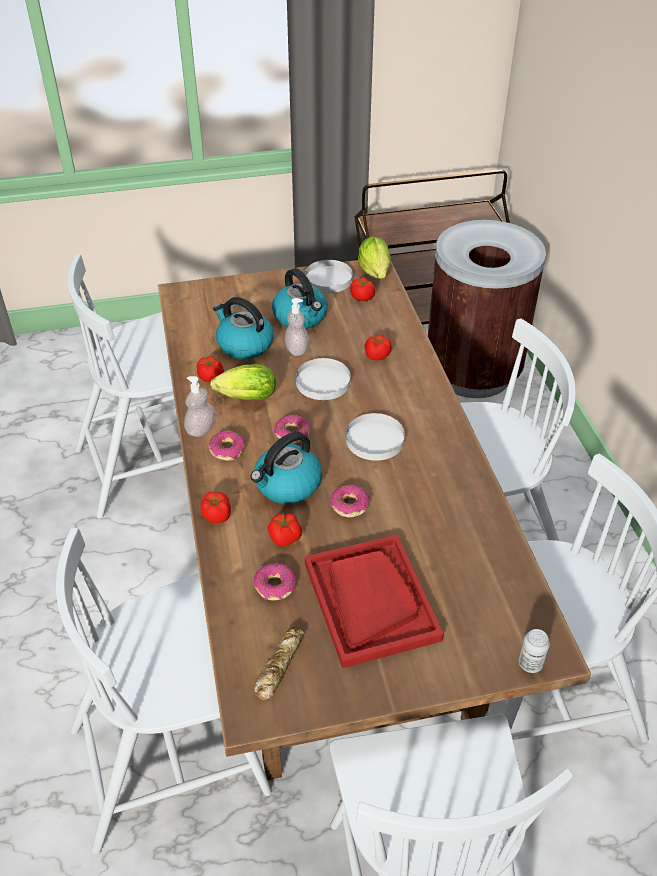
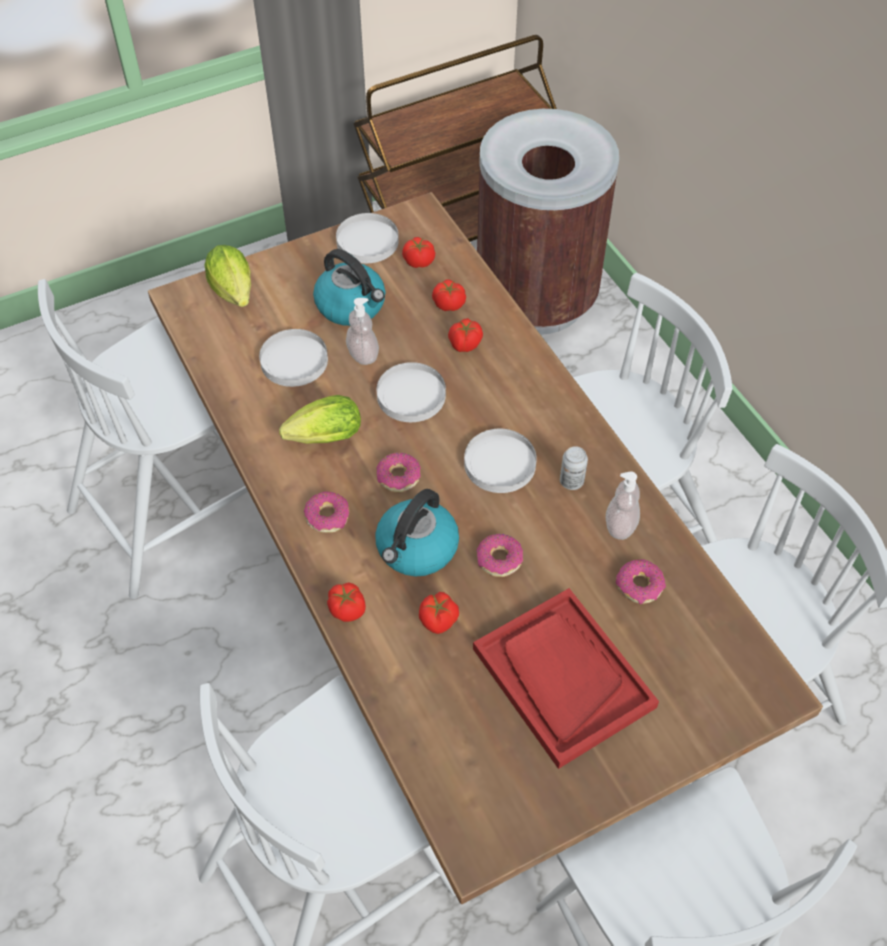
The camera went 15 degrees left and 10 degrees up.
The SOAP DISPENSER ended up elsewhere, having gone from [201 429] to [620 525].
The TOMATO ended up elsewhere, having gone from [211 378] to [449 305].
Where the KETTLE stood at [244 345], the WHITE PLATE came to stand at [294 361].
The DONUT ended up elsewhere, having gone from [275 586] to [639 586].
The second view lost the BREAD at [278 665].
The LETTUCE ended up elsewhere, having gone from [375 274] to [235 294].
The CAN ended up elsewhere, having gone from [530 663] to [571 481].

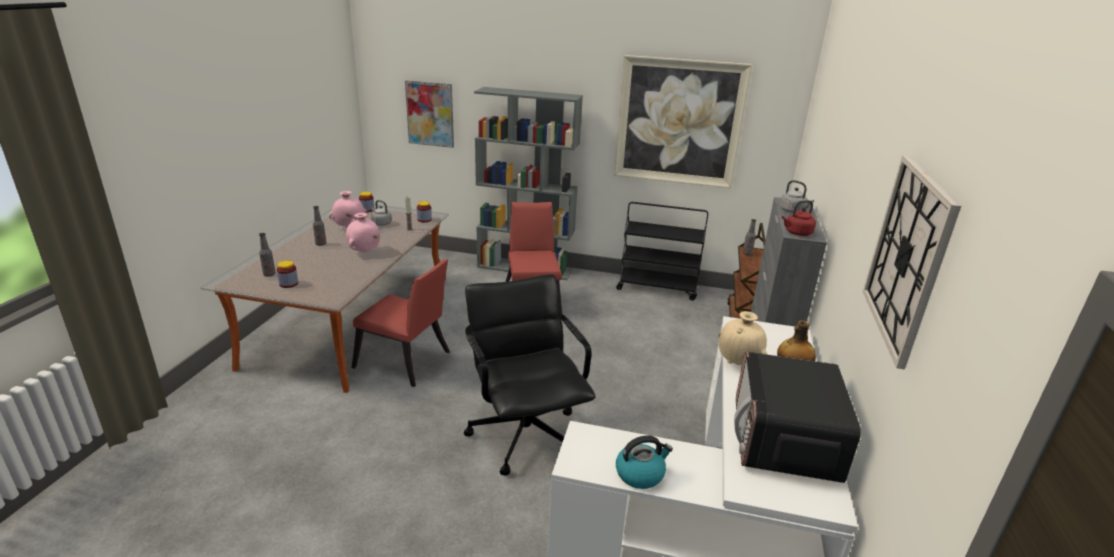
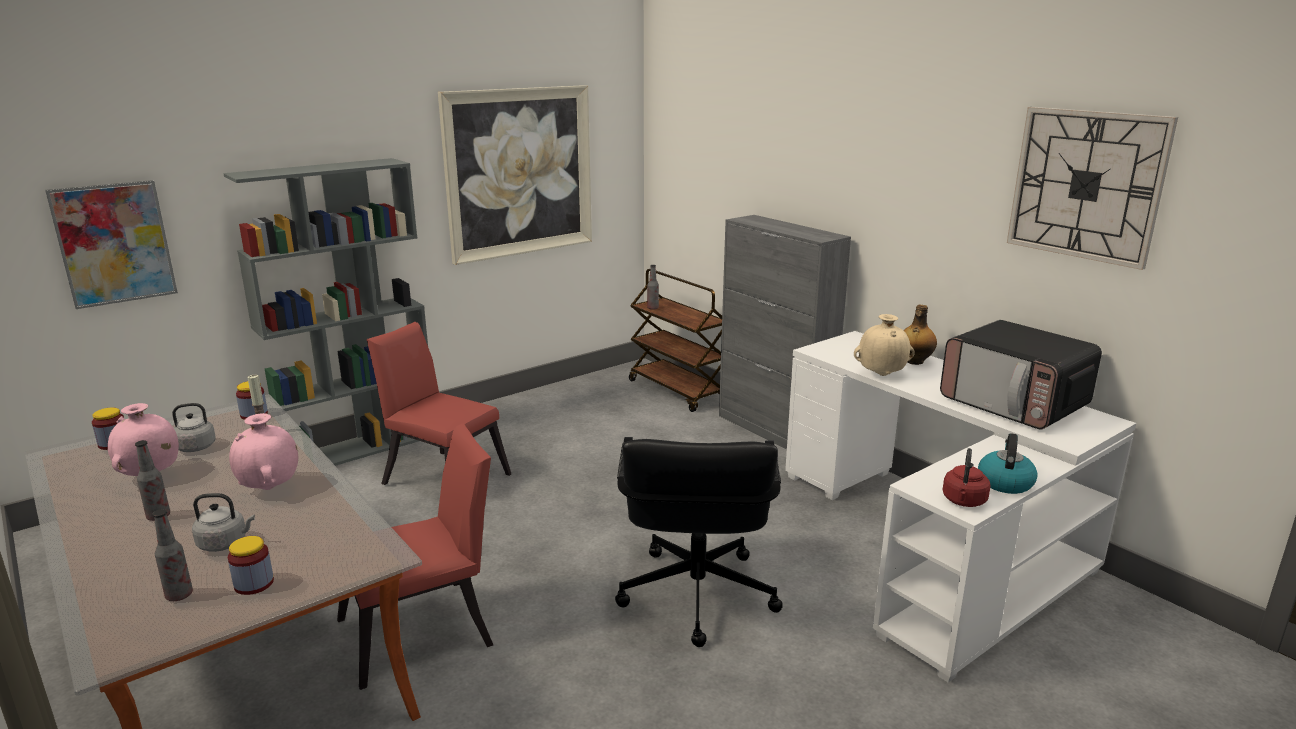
The camera went 50 degrees left and 5 degrees down.
The BLACK OFFICE CHAIR at [525 434] ended up facing another way, 105 degrees counterclockwise from before.
The second view lost the BLACK CART at [657 288].
The GREY KETTLE ended up elsewhere, having gone from [793 211] to [225 543].
The RED KETTLE ended up elsewhere, having gone from [796 233] to [964 501].

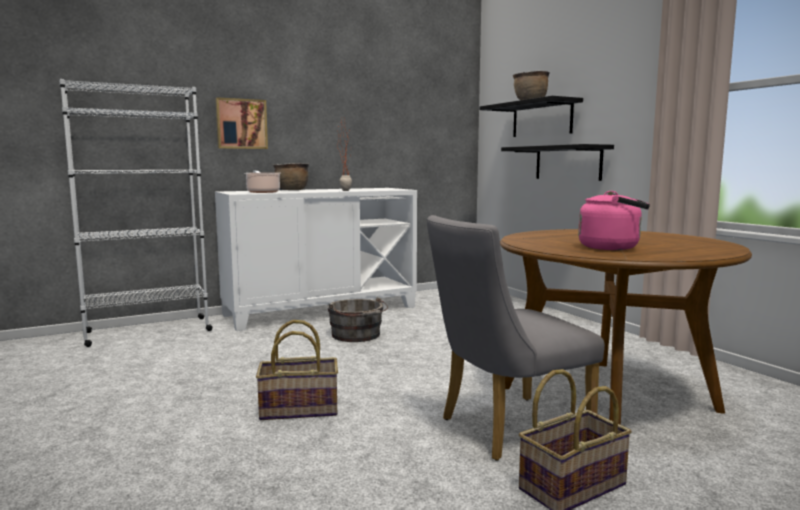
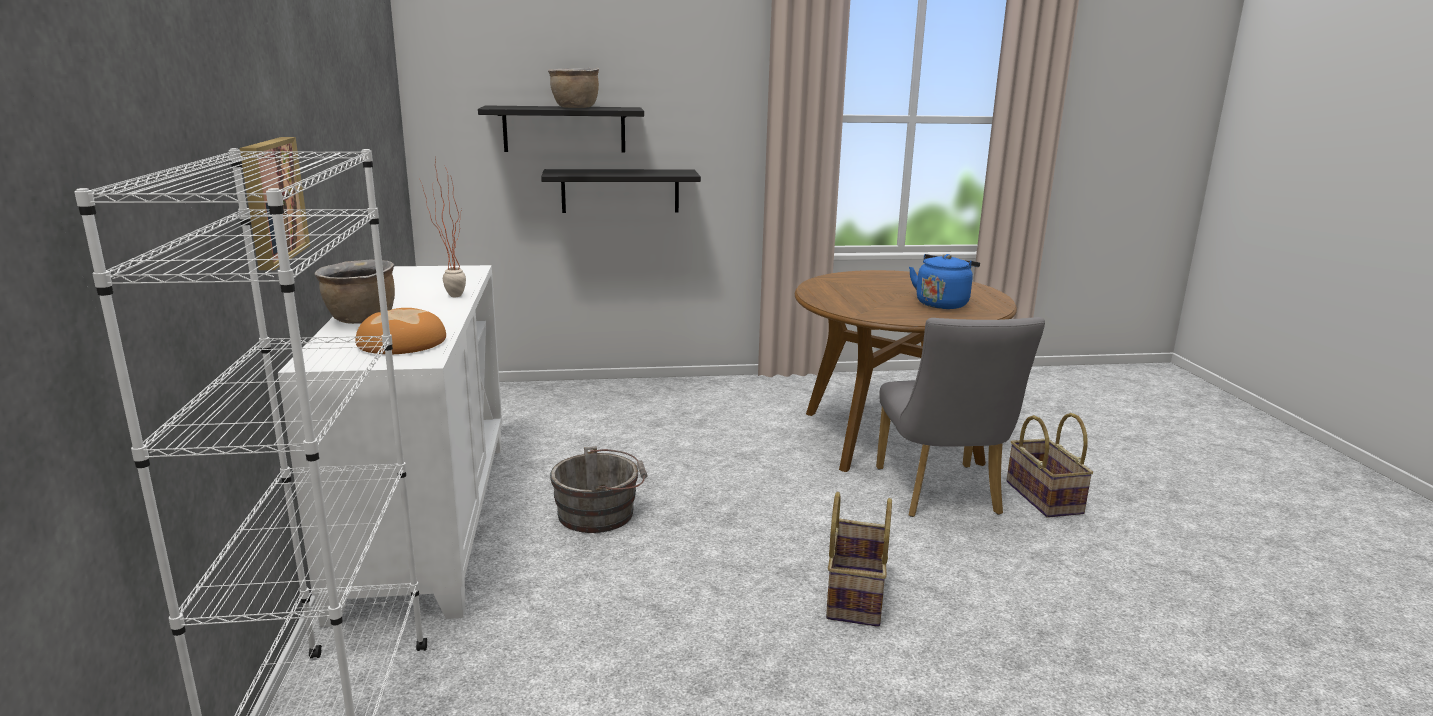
The camera went 70 degrees left and 10 degrees up.
Where the COOKING POT stood at [263 192], the BREAD came to stand at [401 342].
What was the PINK KETTLE at [612 247] turned into the BLUE KETTLE at [942 303].

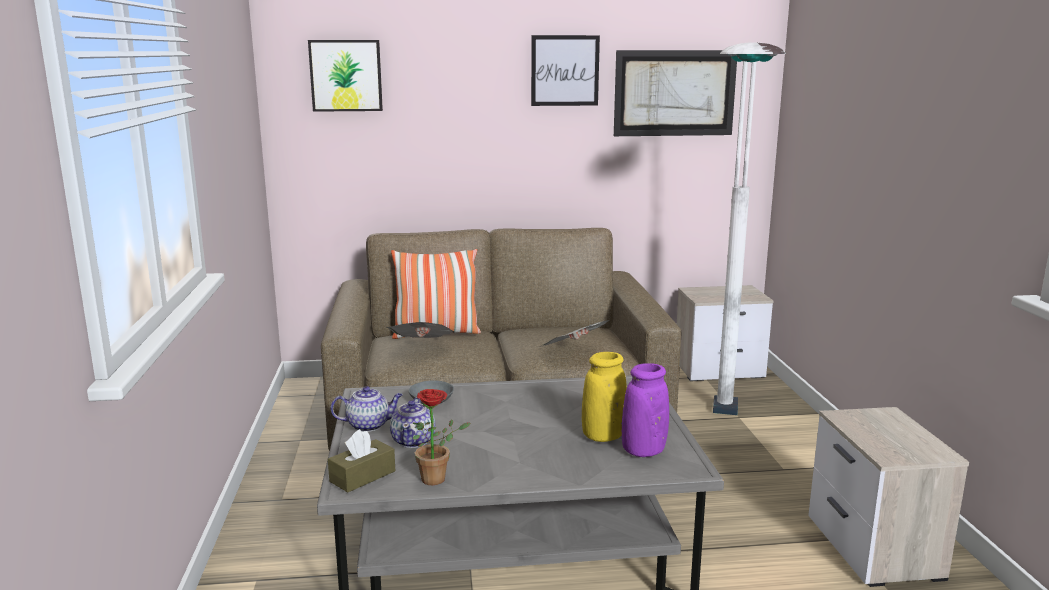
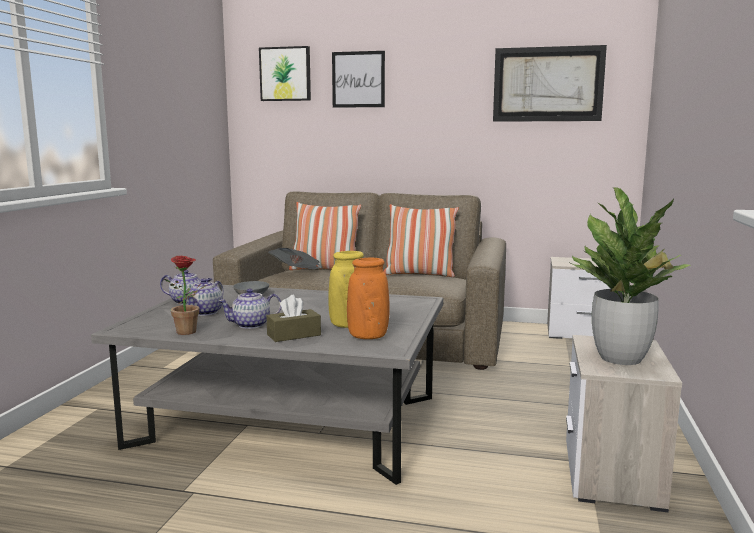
The camera went 20 degrees right and 5 degrees down.
The BROWN TISSUE BOX ended up elsewhere, having gone from [362 476] to [294 335].
The PICTURE ended up elsewhere, having gone from [565 70] to [358 79].
The second view lost the NEWSPAPER at [573 351].
What was the PURPLE VASE at [643 451] turned into the ORANGE VASE at [368 336].
The second view lost the WHITE FLOOR LAMP at [723 431].
The second view gained the TEAPOT at [251 325].
The second view gained the PILLOW at [419 274].
The second view gained the POTTED PLANT at [621 358].

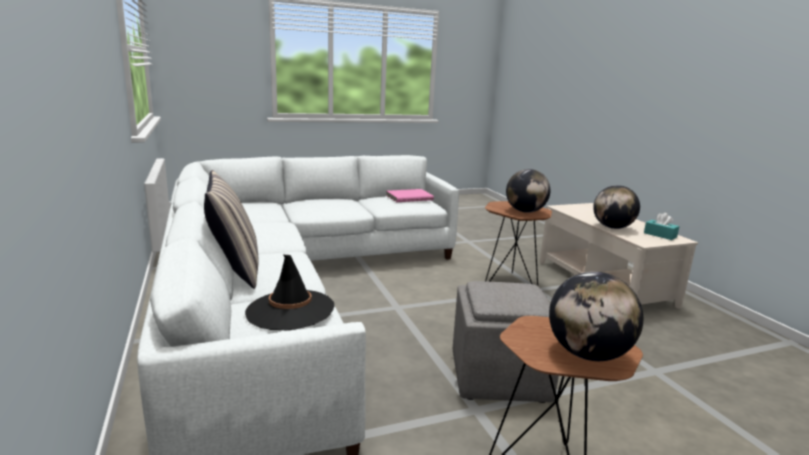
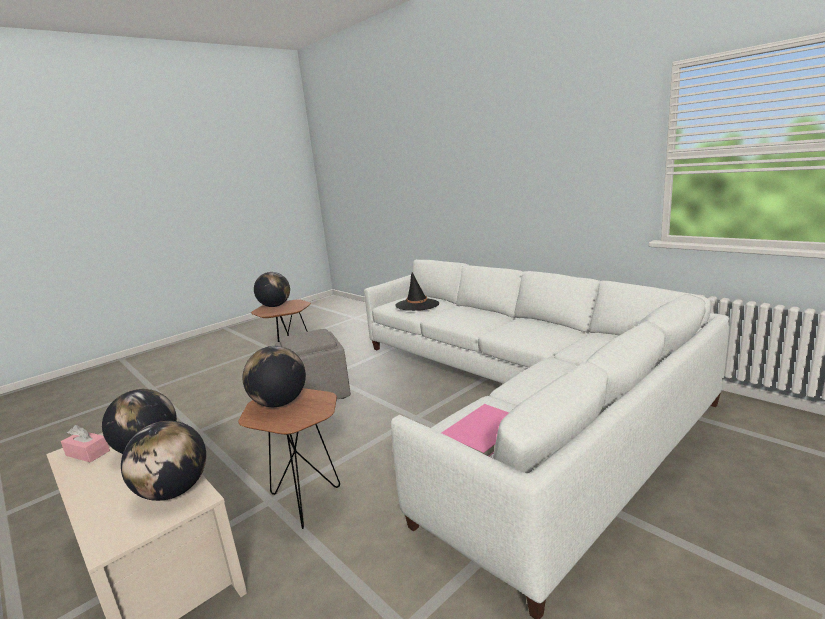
The camera went 160 degrees right and 0 degrees up.
The second view lost the PILLOW at [235 270].
What was the TURQUOISE TISSUE BOX at [660 235] turned into the PINK TISSUE BOX at [88 453].
The second view gained the GLOBE at [174 491].

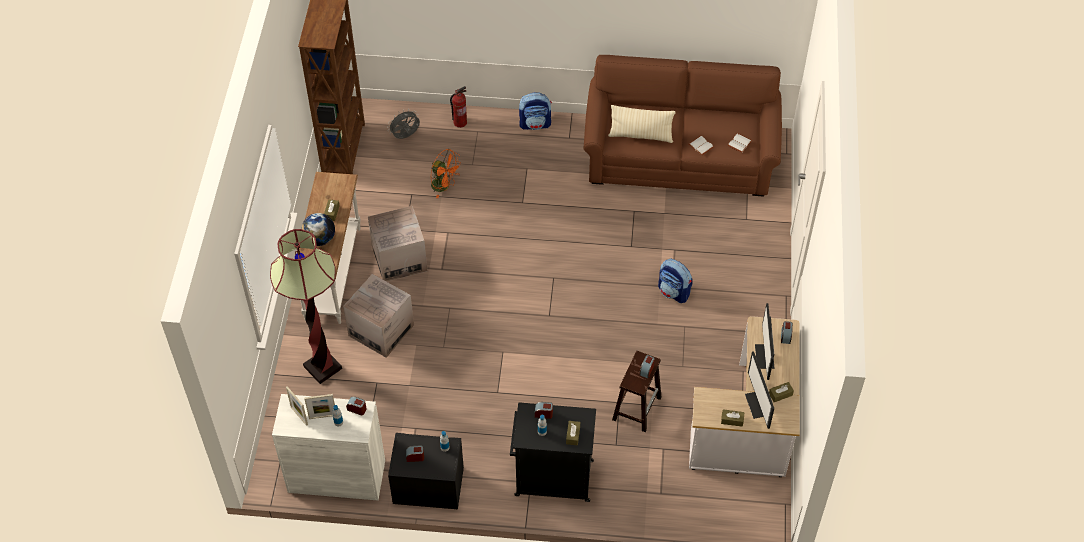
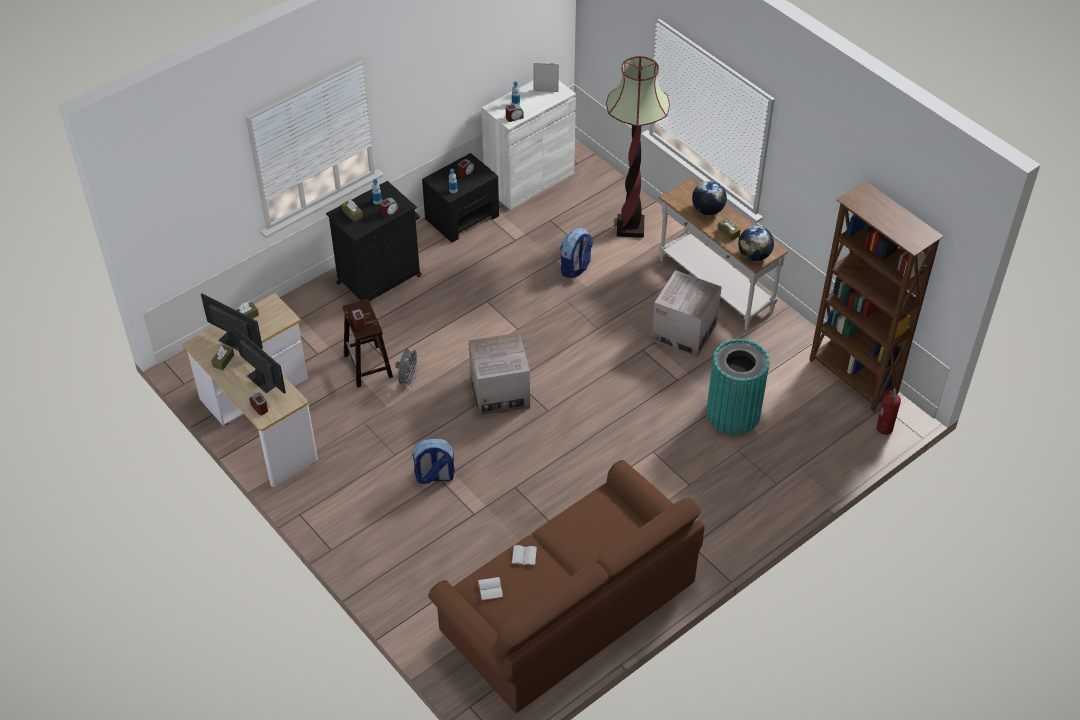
The camera went 135 degrees right and 5 degrees down.
The second view lost the PICTURE FRAME at [323 416].
The CARDBOARD BOX ended up elsewhere, having gone from [381 330] to [500 393].
The GREY FAN ended up elsewhere, having gone from [405 136] to [408 379].
Where the ORANGE FAN stood at [444 186], the TURQUOISE TRASH CAN came to stand at [733 413].
The FIRE EXTINGUISHER ended up elsewhere, having gone from [460 122] to [885 428].
The BACKPACK ended up elsewhere, having gone from [535 124] to [575 268].
The second view lost the BEIGE PILLOW at [641 136].
The second view gained the GLOBE at [754 256].

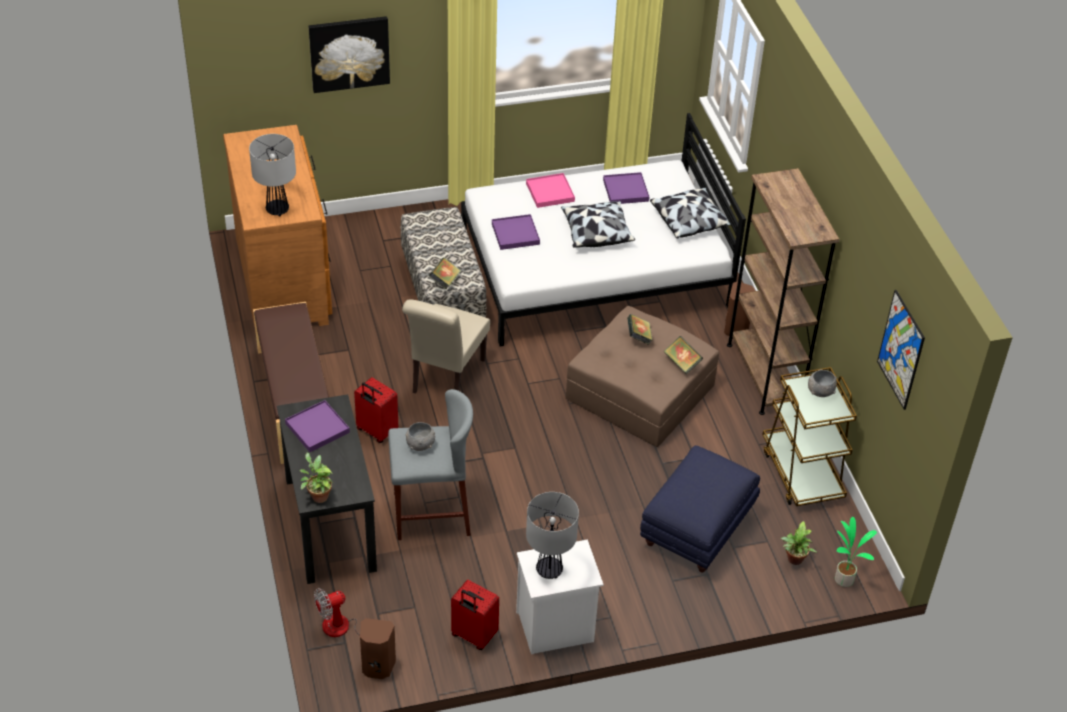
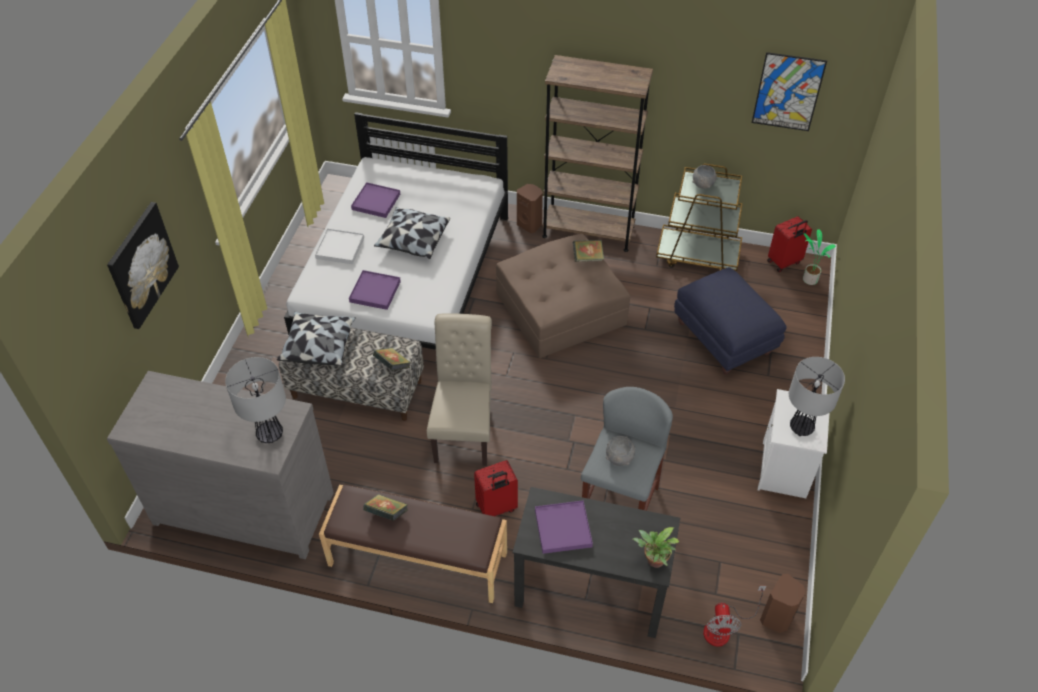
The camera went 60 degrees left and 5 degrees up.
What was the BROWN DRESSER at [284 279] turned into the GREY DRESSER at [244 505].
The BEIGE CHAIR at [446 379] ended up facing another way, 135 degrees counterclockwise from before.
The RED SUITCASE ended up elsewhere, having gone from [473 636] to [784 262].
What was the PINK TRAY at [550 192] turned into the WHITE TRAY at [340 248].
The BOOK ended up elsewhere, having gone from [639 337] to [386 513].
The PILLOW ended up elsewhere, having gone from [689 221] to [319 346].
The second view lost the POTTED PLANT at [794 560].

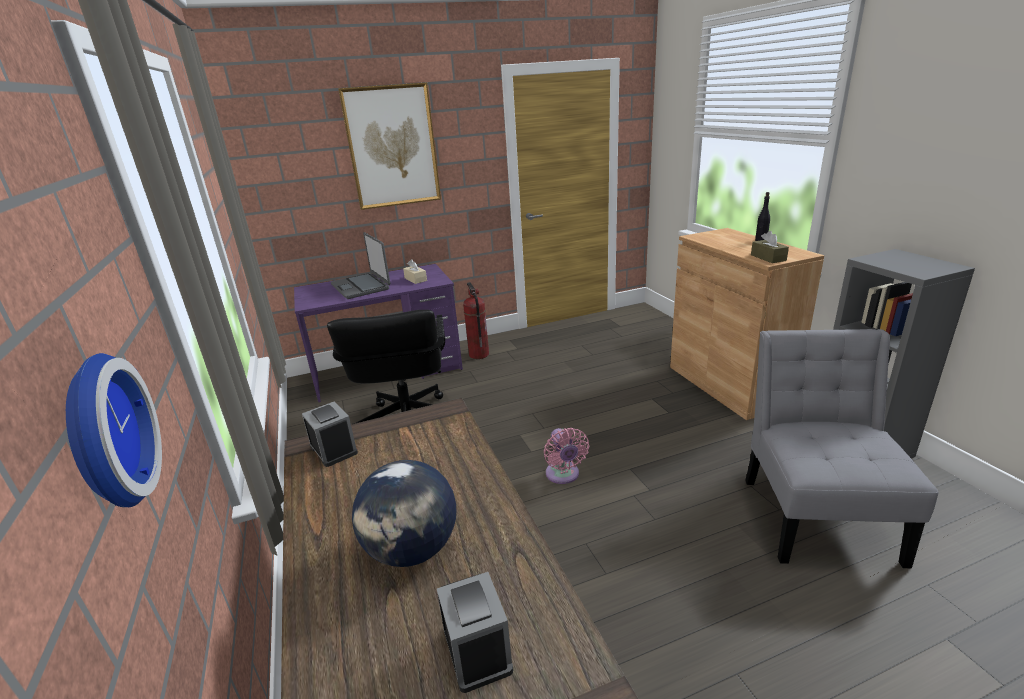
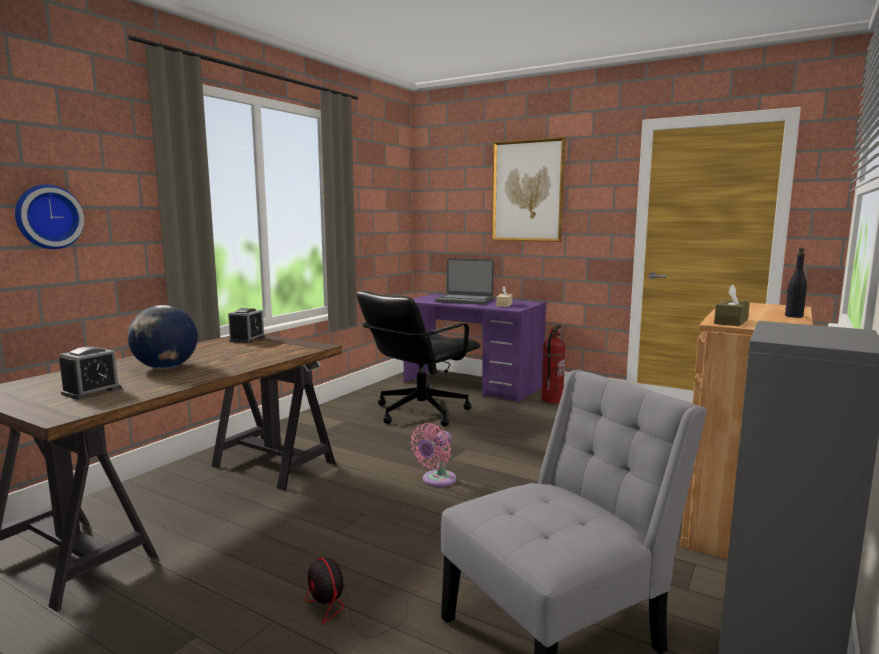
The camera went 50 degrees right and 15 degrees down.
The LAPTOP at [361 286] ended up facing another way, 90 degrees counterclockwise from before.
The second view gained the FAN at [349 611].

